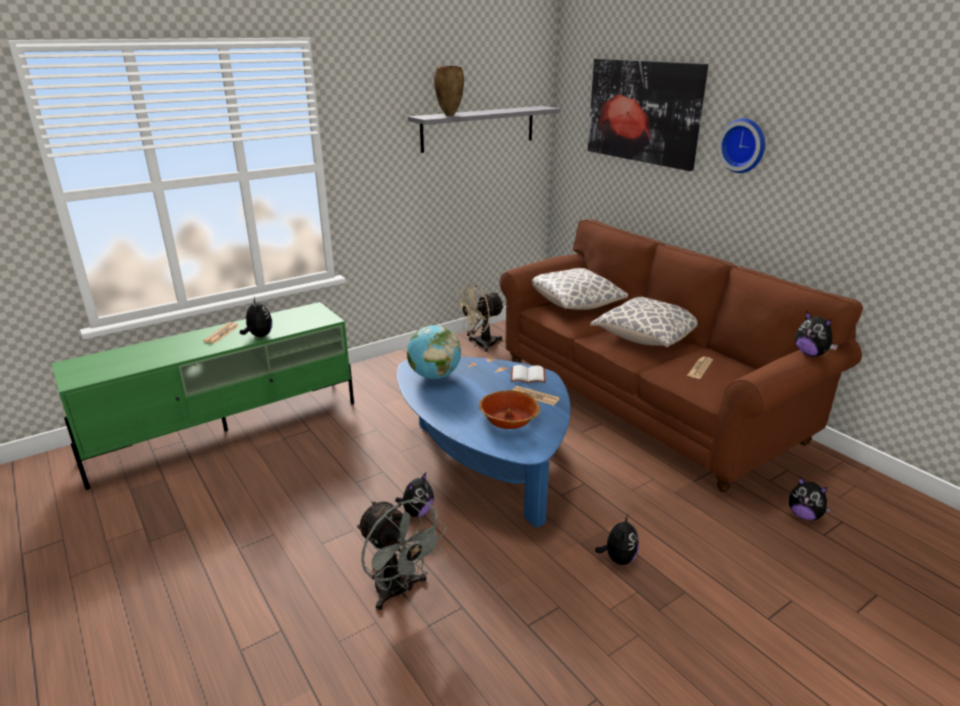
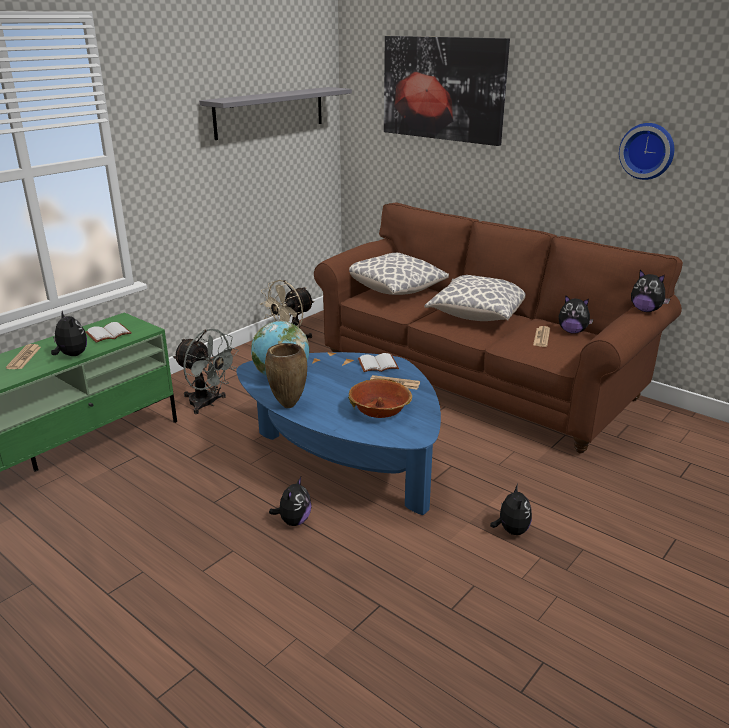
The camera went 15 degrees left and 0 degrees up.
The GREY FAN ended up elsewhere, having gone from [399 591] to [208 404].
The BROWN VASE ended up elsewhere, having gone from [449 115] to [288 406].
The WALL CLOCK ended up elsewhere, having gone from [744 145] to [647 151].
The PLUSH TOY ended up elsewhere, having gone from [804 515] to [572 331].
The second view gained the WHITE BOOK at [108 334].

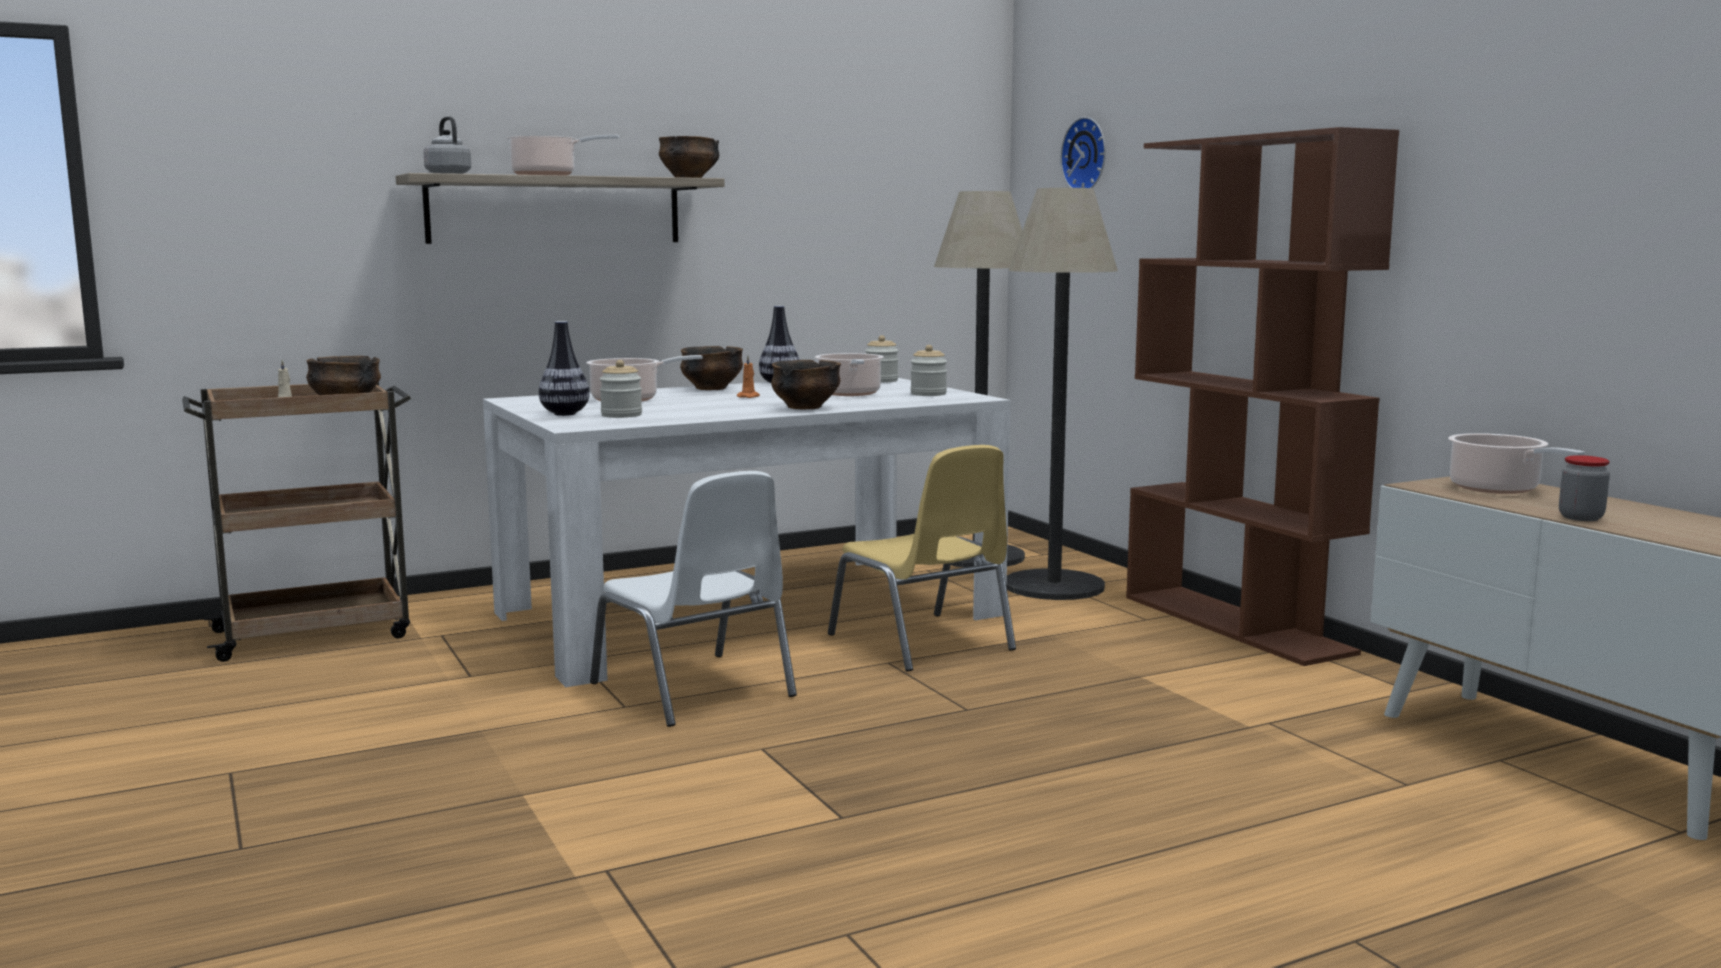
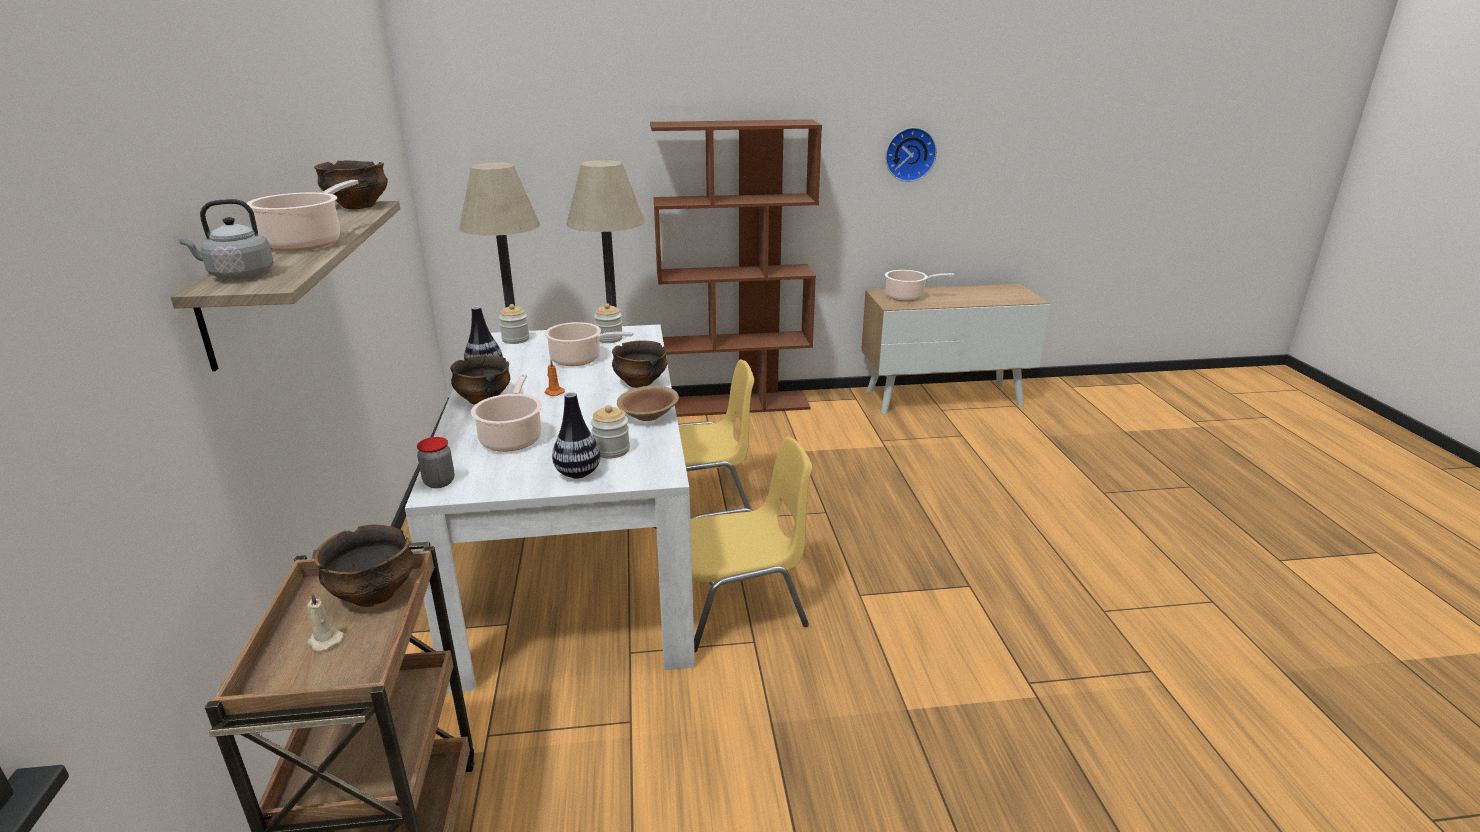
The camera went 70 degrees left and 15 degrees up.
What was the WHITE CHAIR at [695 690] turned into the YELLOW CHAIR at [738 604].
The WALL CLOCK ended up elsewhere, having gone from [1087 155] to [909 154].
The JAR ended up elsewhere, having gone from [1581 517] to [439 482].
The second view gained the BROWN BOWL at [648 415].

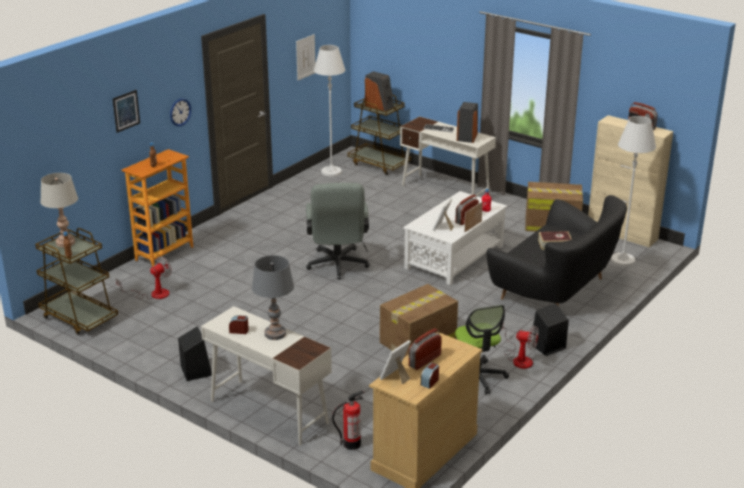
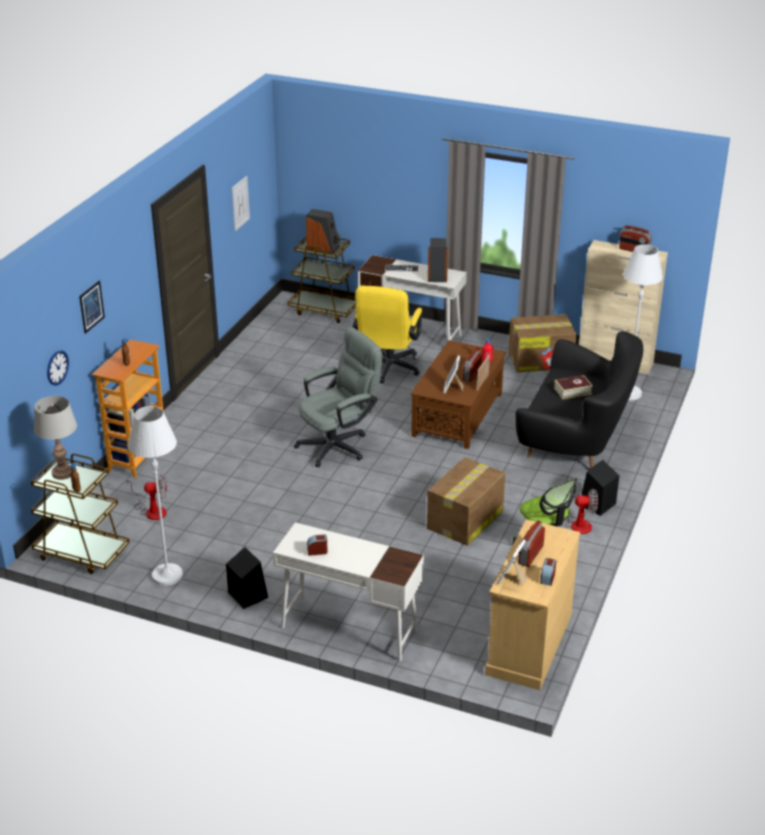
The camera went 15 degrees left and 5 degrees up.
The FAN at [153 294] ended up facing another way, 60 degrees clockwise from before.
The WALL CLOCK ended up elsewhere, having gone from [180 112] to [57 367].
The second view lost the GREY TABLE LAMP at [275 334].
The GREY OFFICE CHAIR at [337 267] ended up facing another way, 105 degrees counterclockwise from before.
The WHITE FLOOR LAMP ended up elsewhere, having gone from [331 172] to [167 575].
The second view lost the FIRE EXTINGUISHER at [351 444].
What was the WHITE COFFEE TABLE at [454 257] turned into the BROWN COFFEE TABLE at [457 415].
The second view gained the YELLOW OFFICE CHAIR at [388 369].

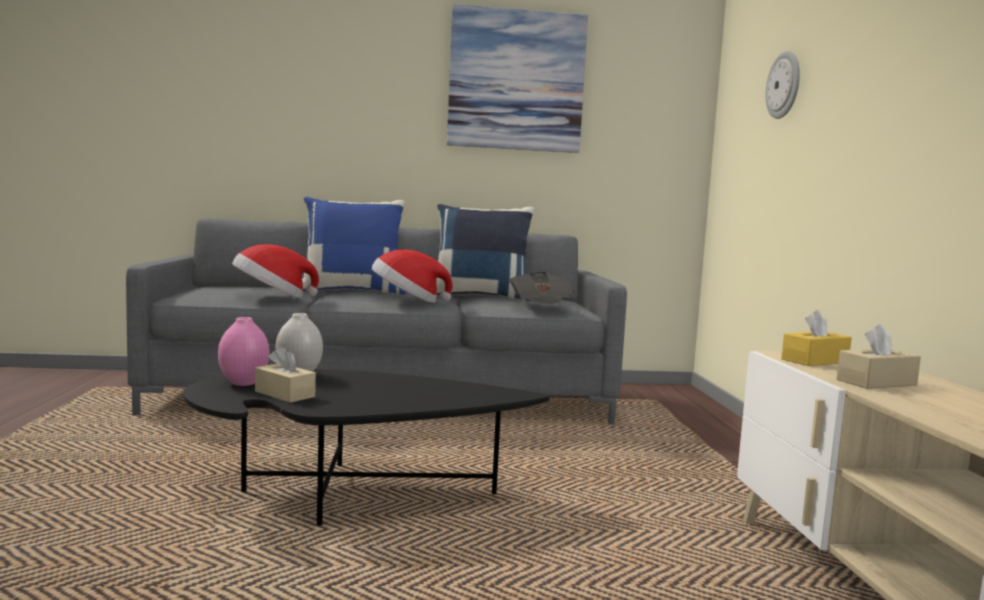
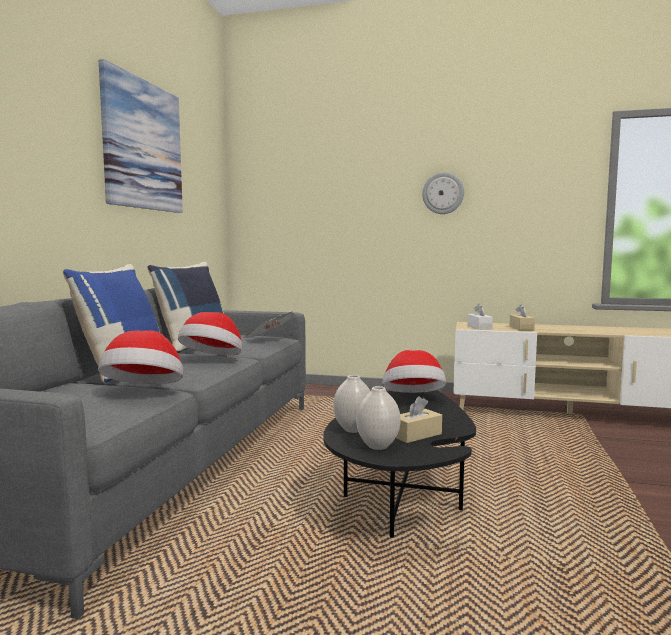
The camera went 70 degrees left and 0 degrees up.
What was the PINK VASE at [244 383] turned into the WHITE VASE at [377 446].
The WALL CLOCK ended up elsewhere, having gone from [784 85] to [443 193].
What was the YELLOW TISSUE BOX at [815 361] turned into the WHITE TISSUE BOX at [479 327].
The second view gained the HAT at [413 399].

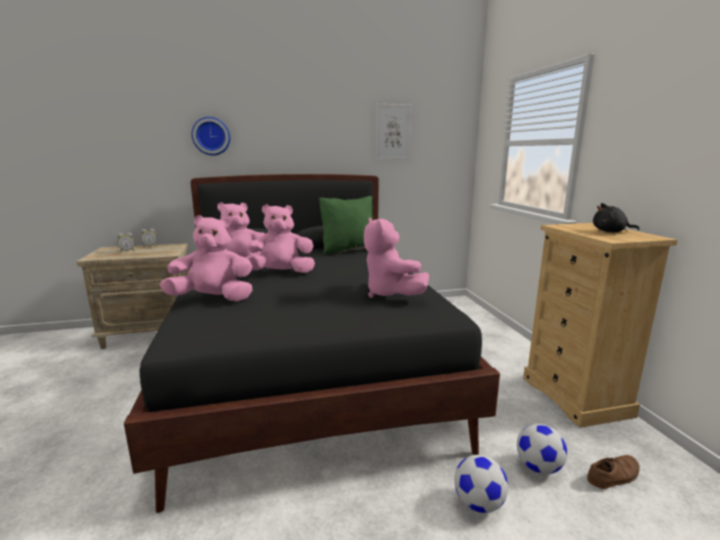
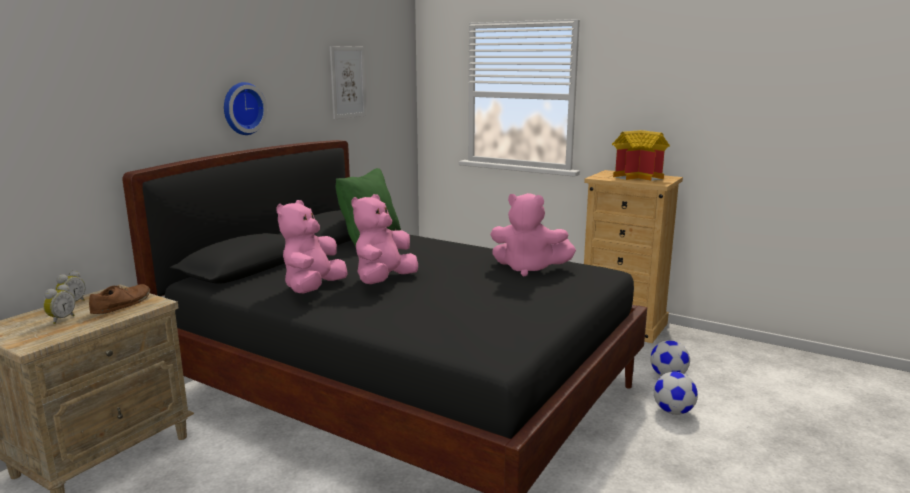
The camera went 45 degrees left and 0 degrees up.
The second view lost the PINK PLUSH TOY at [213 299].
The WALL CLOCK ended up elsewhere, having gone from [211 136] to [242 108].
The BROWN SHOE ended up elsewhere, having gone from [613 476] to [122 304].
Where the BLACK PLUSH TOY stood at [611 232], the TOY HOUSE came to stand at [639 177].

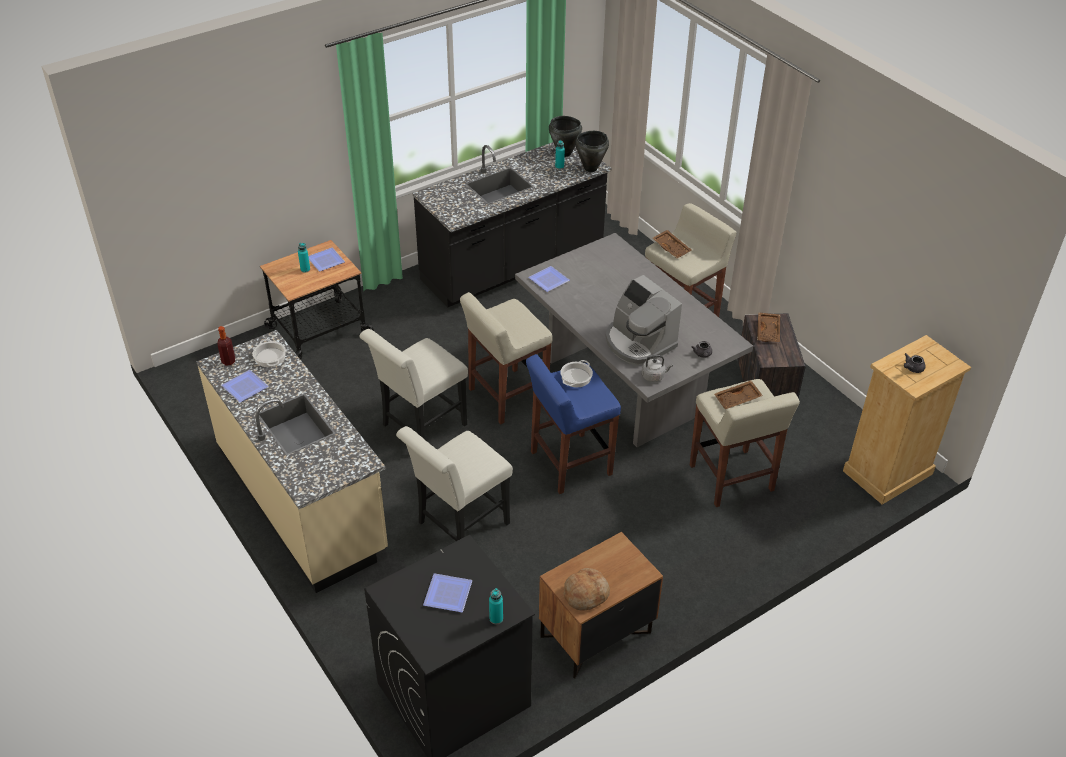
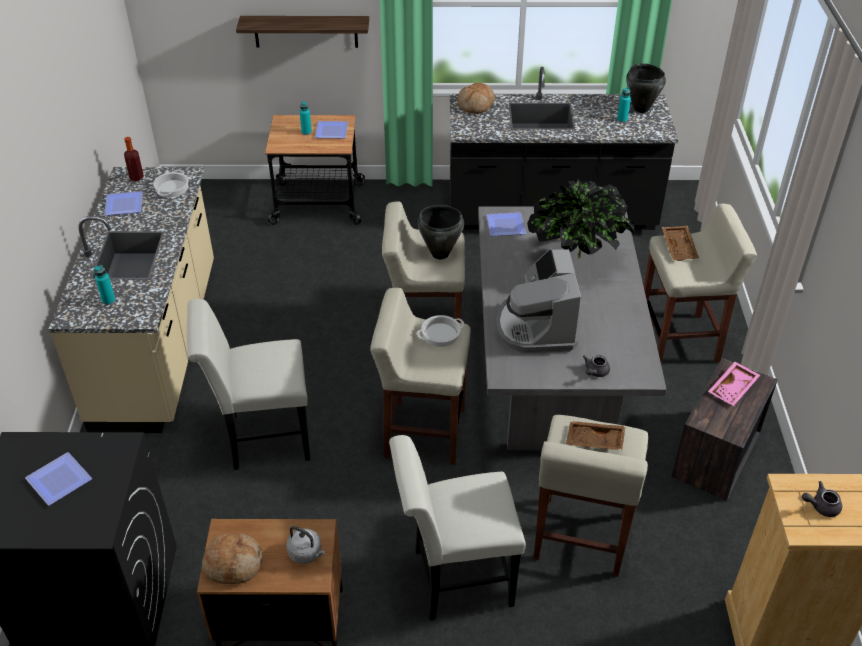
The camera went 35 degrees right and 0 degrees up.
The WHITE CHAIR ended up elsewhere, having gone from [420 428] to [454 578].
The TURQUOISE BOTTLE ended up elsewhere, having gone from [496 618] to [108 300].
What was the BLUE STOOL at [569 463] turned into the BEIGE STOOL at [423 432].
The BLACK COOKING POT ended up elsewhere, having gone from [590 168] to [439 253].
The GREY KETTLE ended up elsewhere, having gone from [654 376] to [306 554].
What was the BROWN TRAY at [768 331] turned into the PINK TRAY at [733 389].
The second view gained the SHELF at [306 31].
The second view gained the BREAD at [476 105].
The second view gained the POTTED PLANT at [576 258].

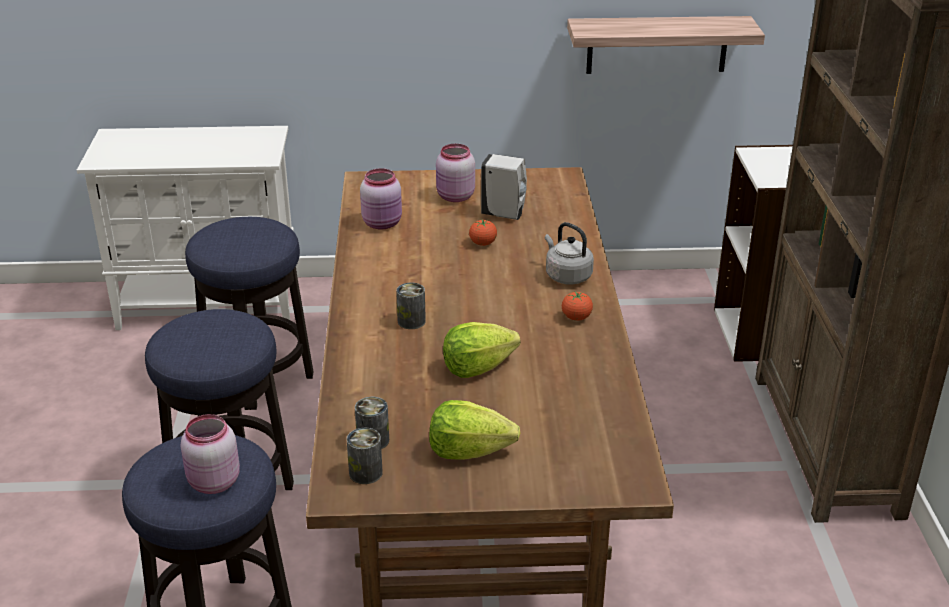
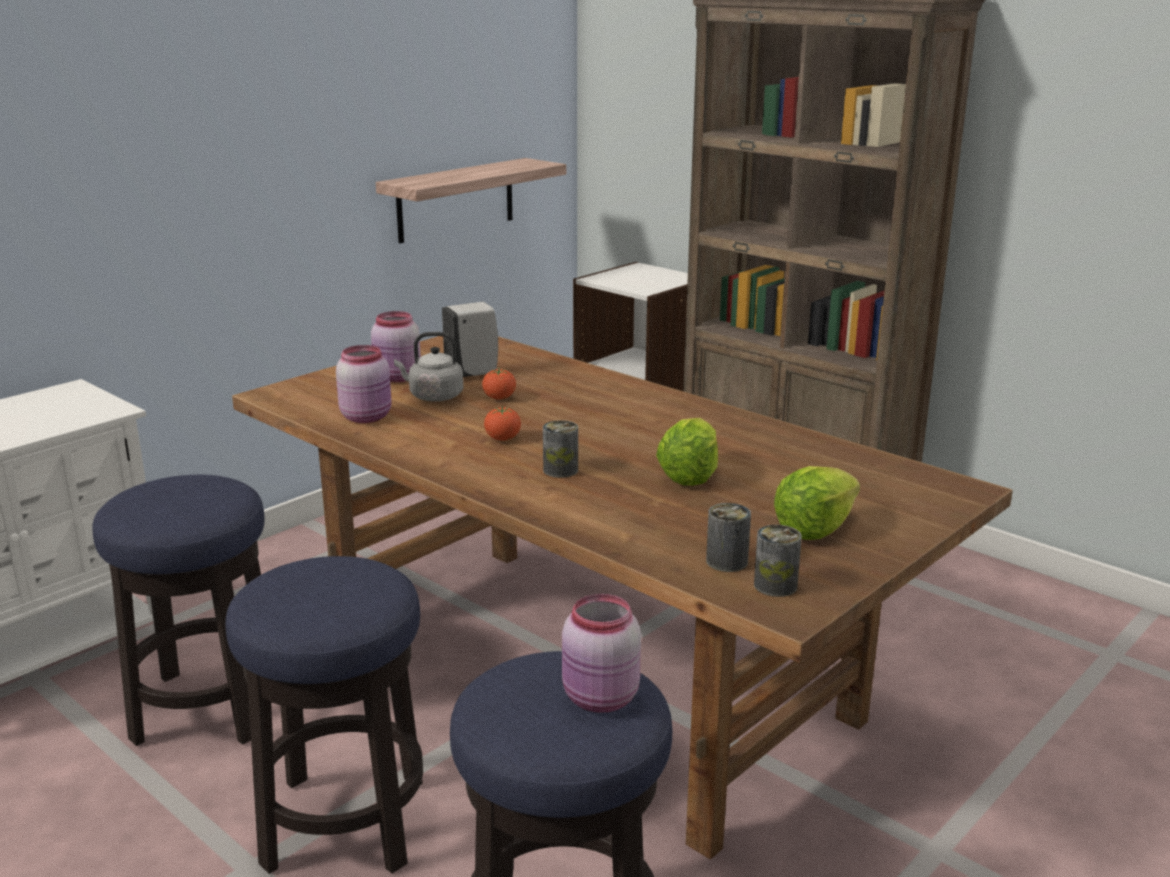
The camera went 45 degrees left and 10 degrees down.
The GREY KETTLE ended up elsewhere, having gone from [566 276] to [433 396].
The TOMATO ended up elsewhere, having gone from [576 318] to [502 439].

